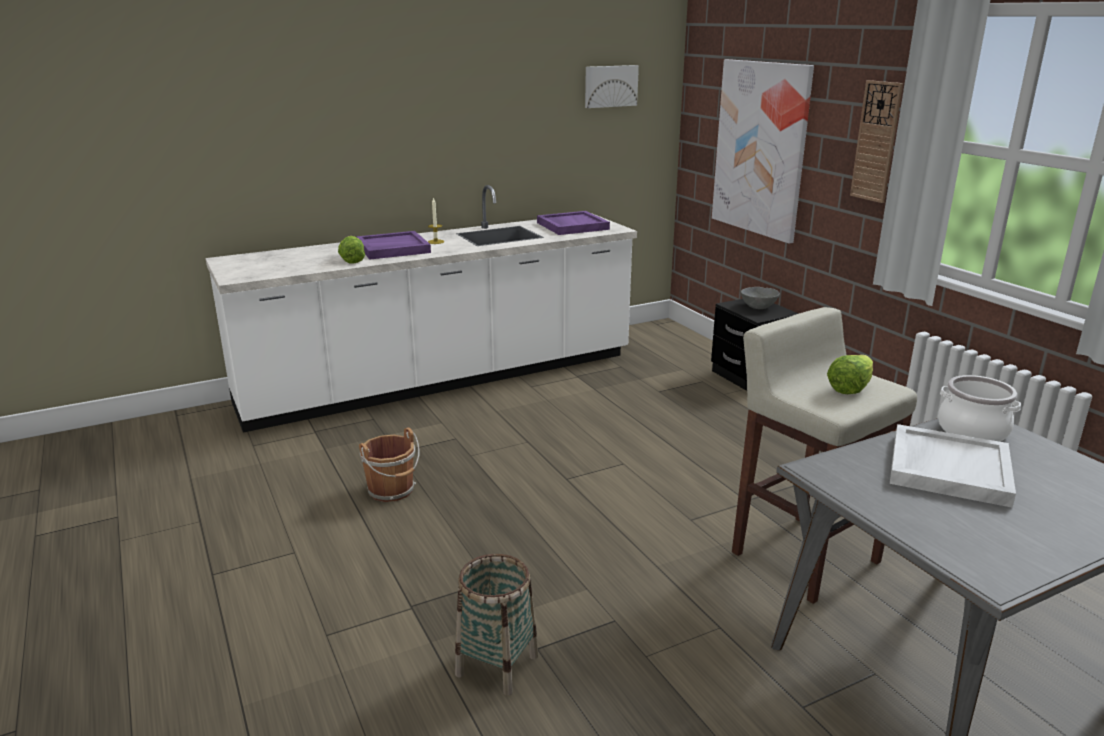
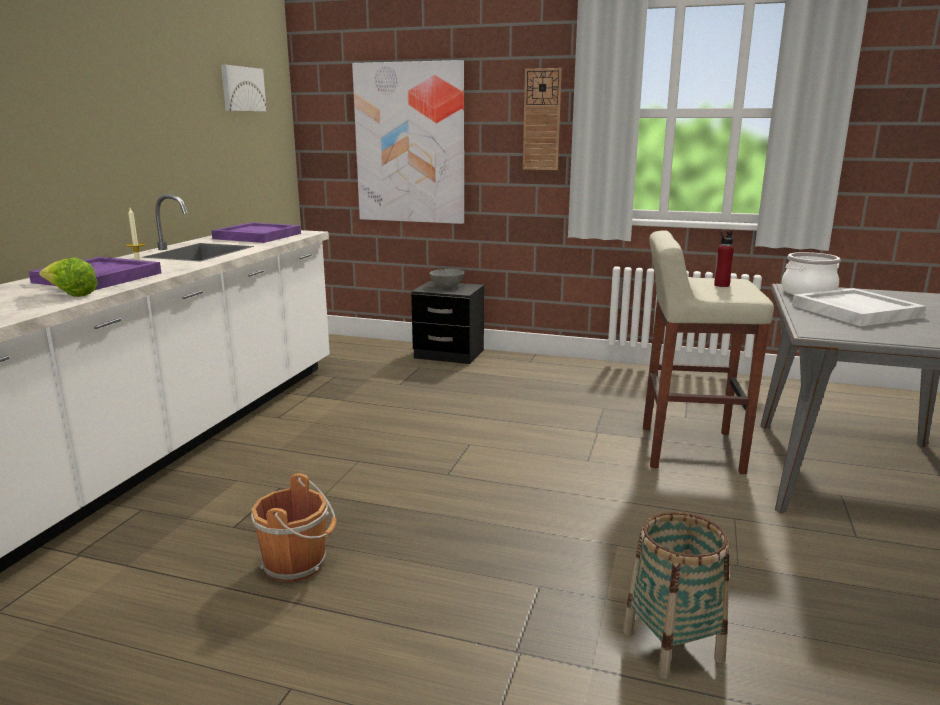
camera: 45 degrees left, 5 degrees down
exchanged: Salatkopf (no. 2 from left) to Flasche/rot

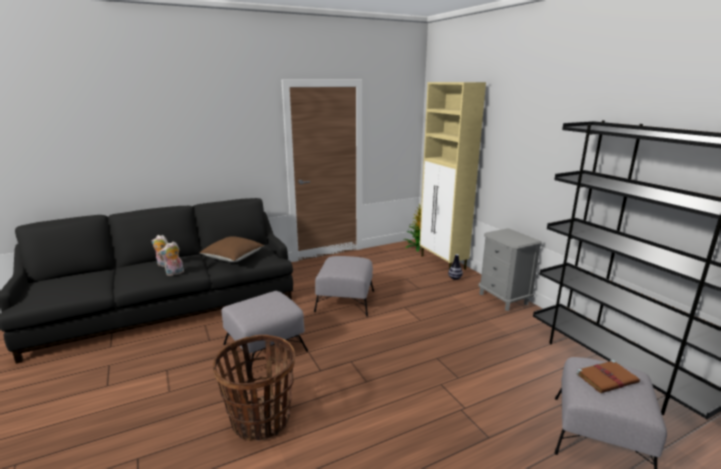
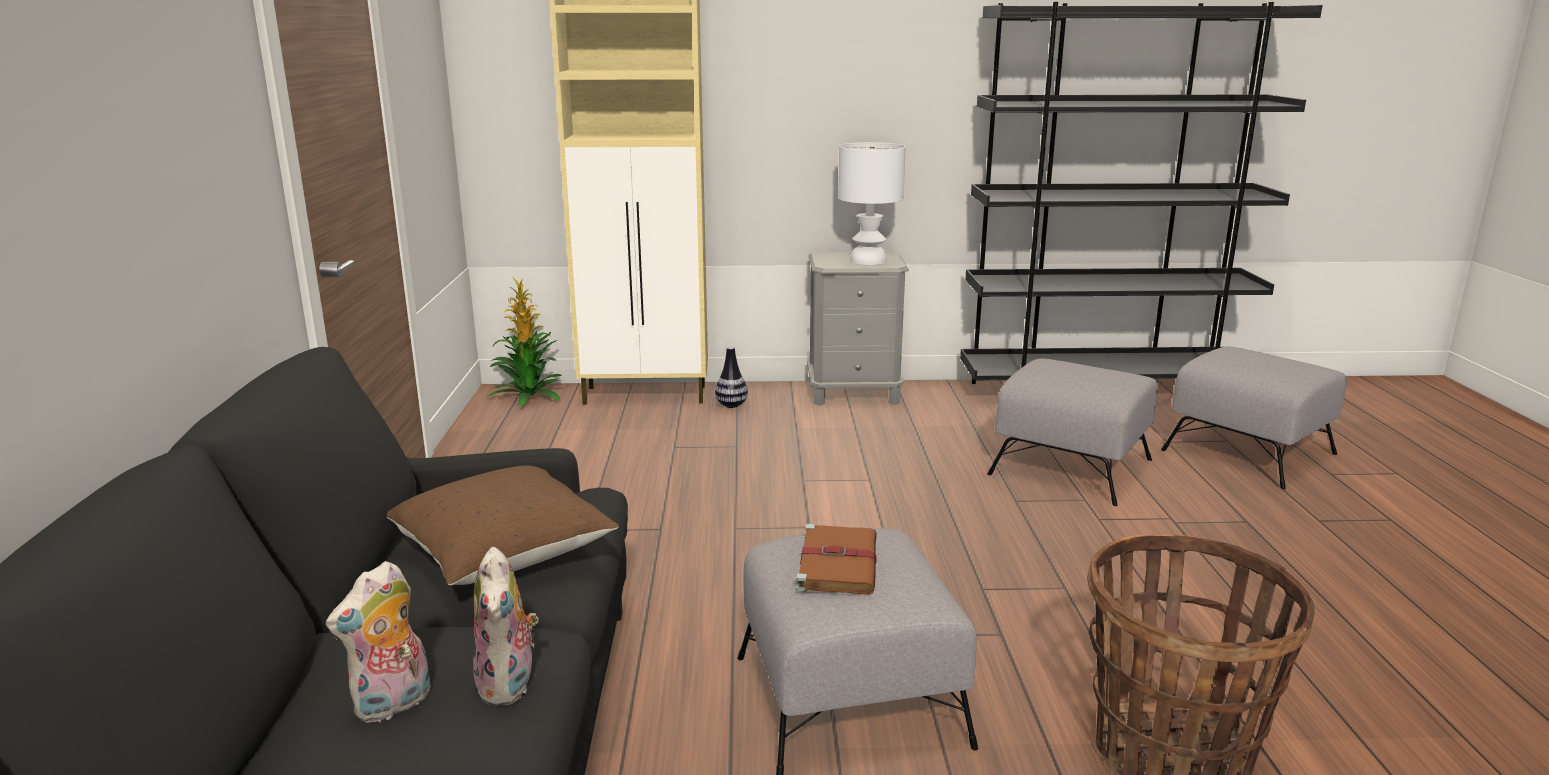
camera: 65 degrees left, 0 degrees up
appeared: Tischlampe/weiß
relocated: Buch/braun; Polsterhocker/grau (no. 2 from left)

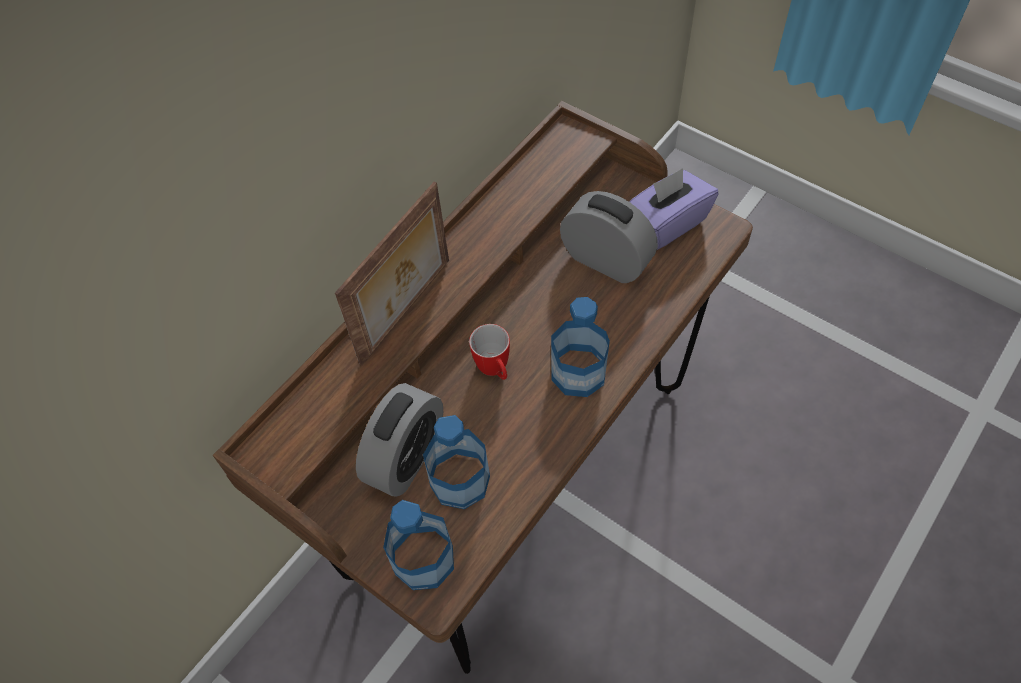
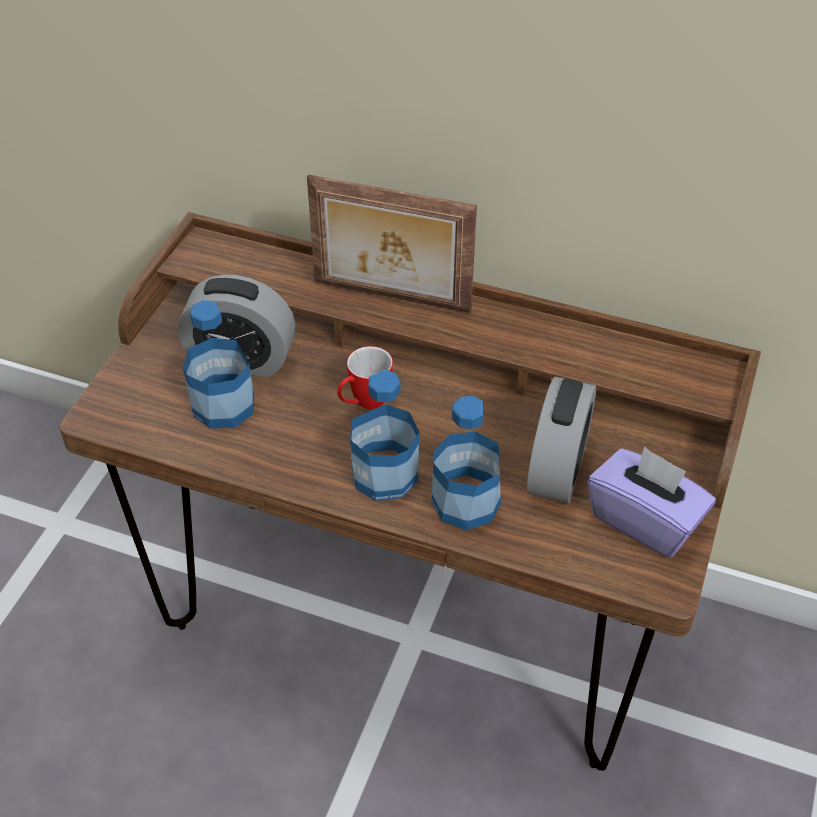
camera: 70 degrees right, 10 degrees down
relocated: Flasche (no. 1 from left in the first image) to Flasche (no. 3 from left)

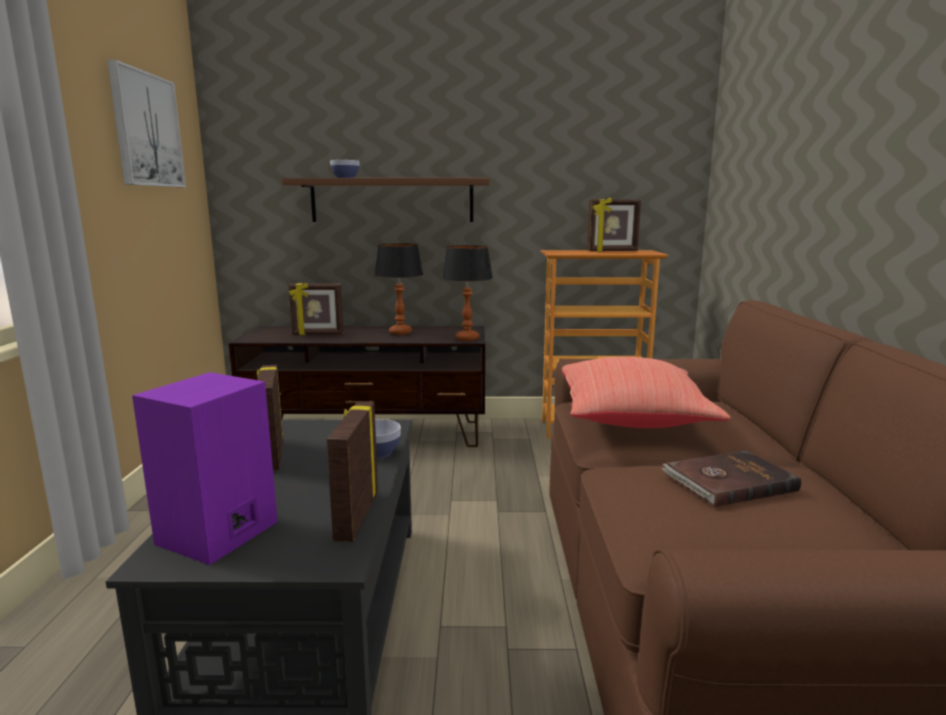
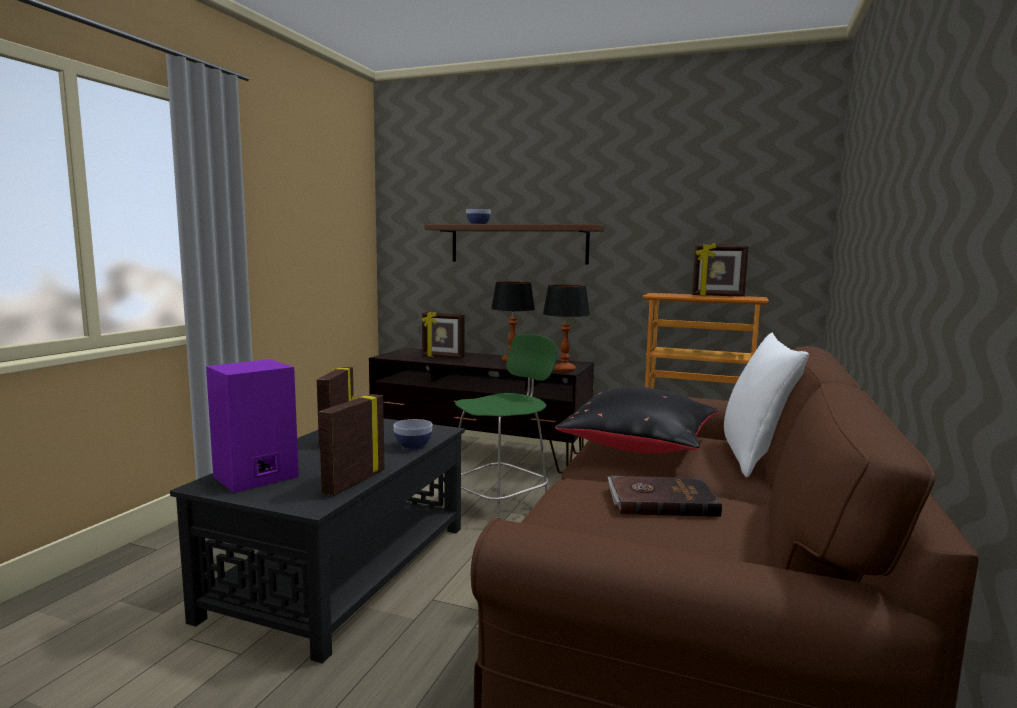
camera: 20 degrees right, 5 degrees down
missing: Bild
appeared: Hocker/grün; Kissen/weiß
colour: Kissen/rot to Kissen/schwarz

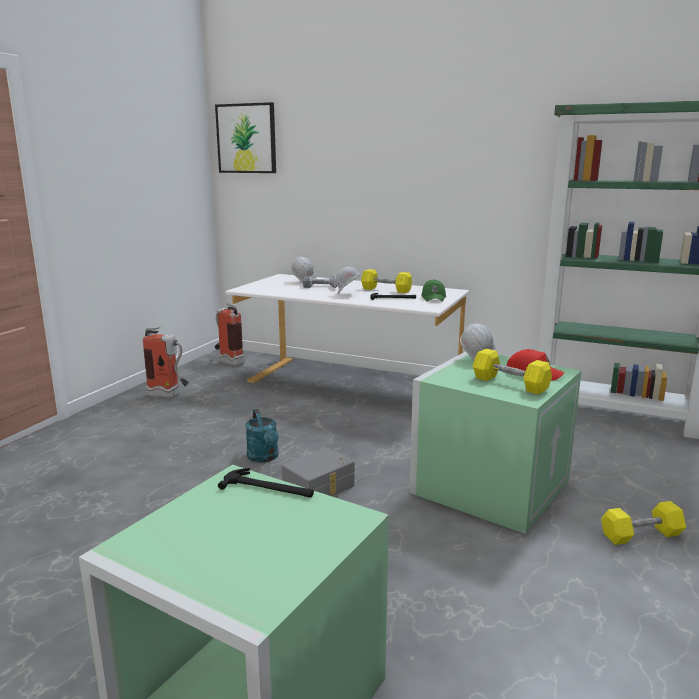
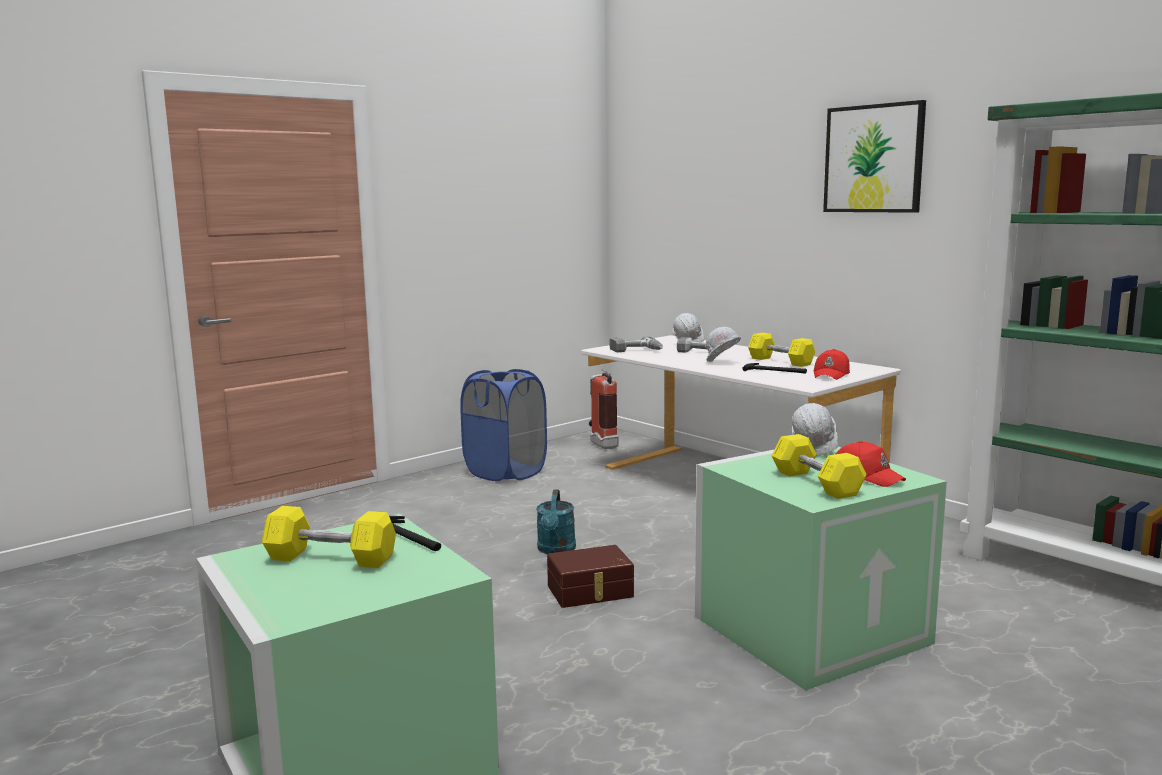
camera: 25 degrees right, 5 degrees down
appeared: Bohrmaschine (no. 1 from left)
relocated: Hantel/gelb (no. 3 from left in the first image) to Hantel/gelb (no. 1 from left); Bild
exchanged: Feuerlöscher (no. 1 from left) to Wäschekorb/blau
colour: Aufbewahrungsbox/grau to Aufbewahrungsbox/braun; Kappe/grün to Kappe/rot (no. 1 from left)

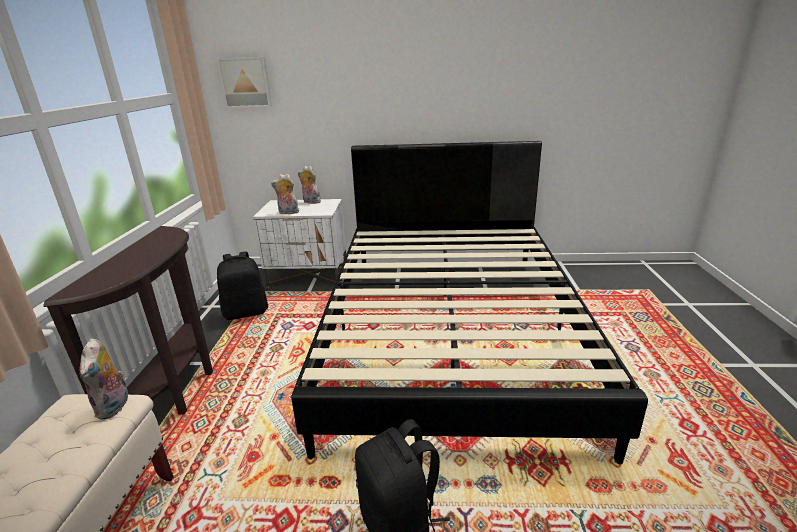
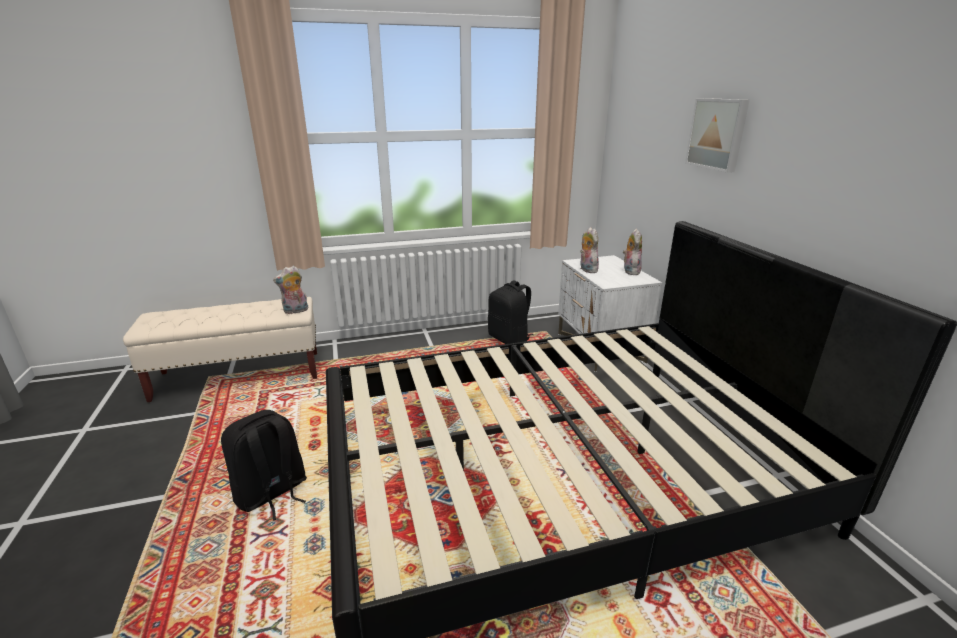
camera: 70 degrees right, 0 degrees up
missing: Konsolentisch/braun
relocated: Bild

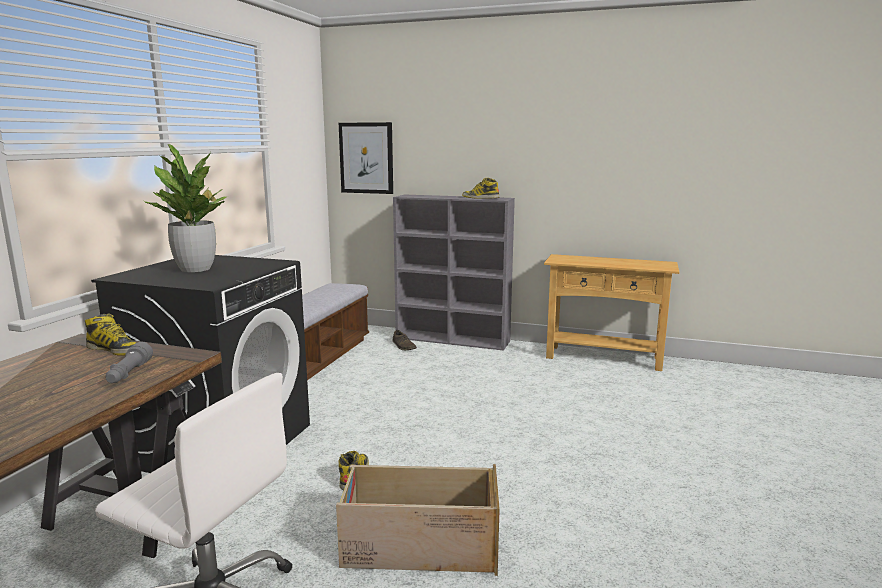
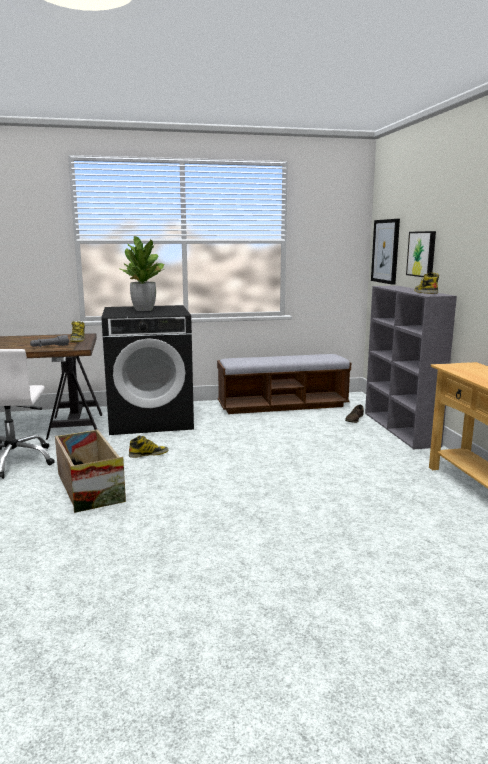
camera: 60 degrees right, 0 degrees up
appeared: Bild (no. 2 from left)

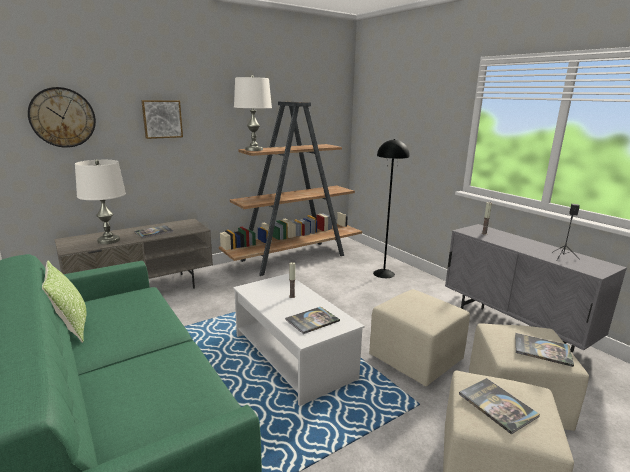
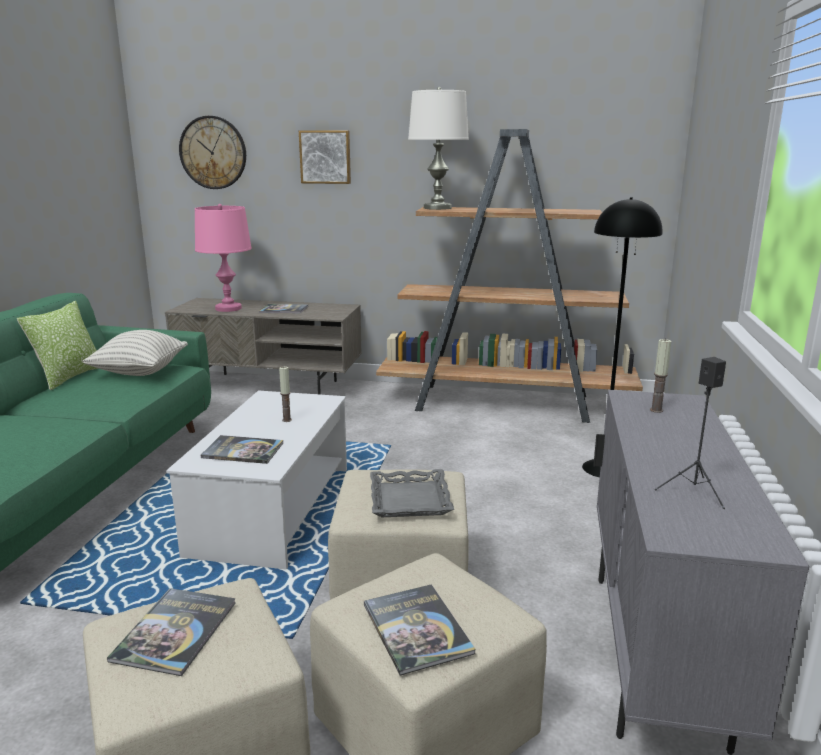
camera: 45 degrees right, 0 degrees up
appeared: Kissen (no. 2 from left); Tablett/grau
colour: Tischlampe/weiß (no. 1 from left) to Tischlampe/rosa

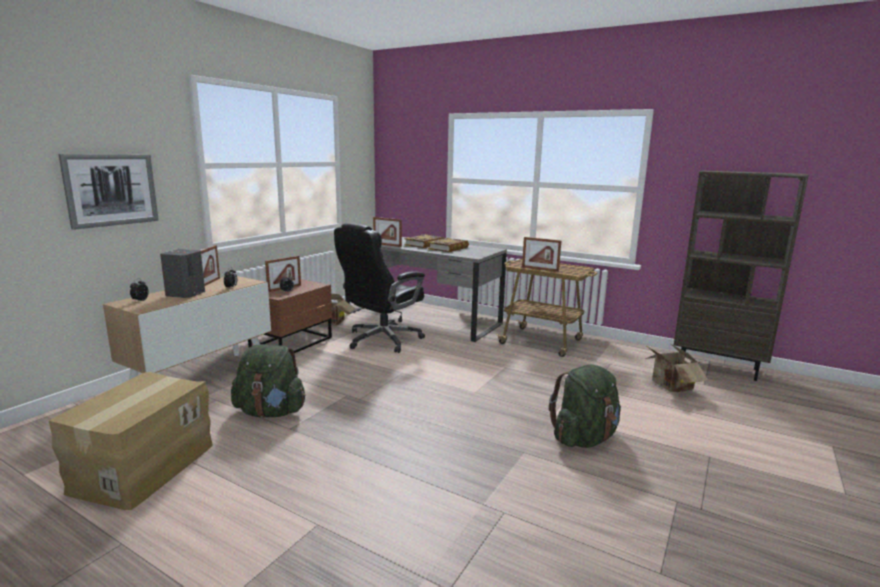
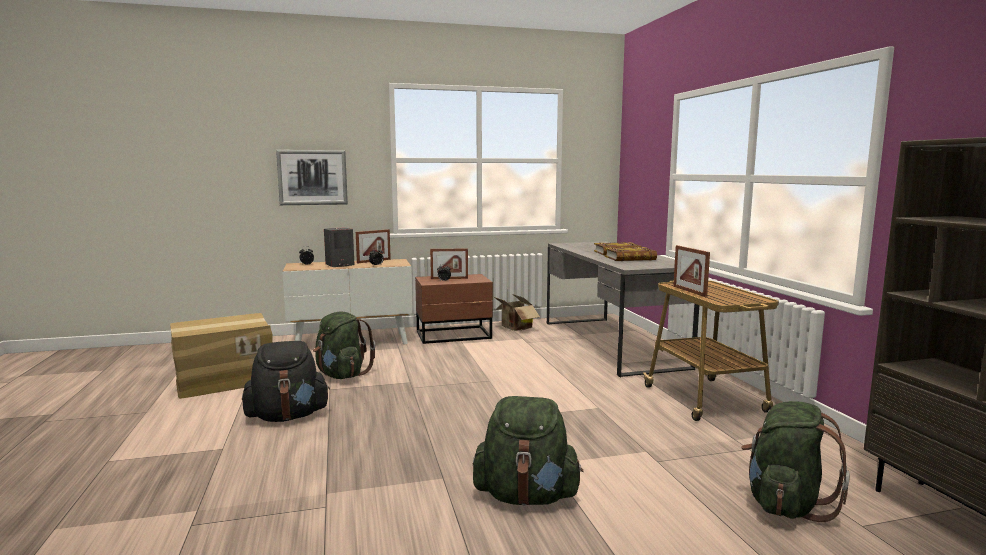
camera: 45 degrees right, 5 degrees down
missing: Bürostuhl/schwarz; Bilderrahmen (no. 3 from left)
appeared: Rucksack/schwarz
exchanged: Karton (no. 3 from left) to Rucksack/grün (no. 3 from left)

